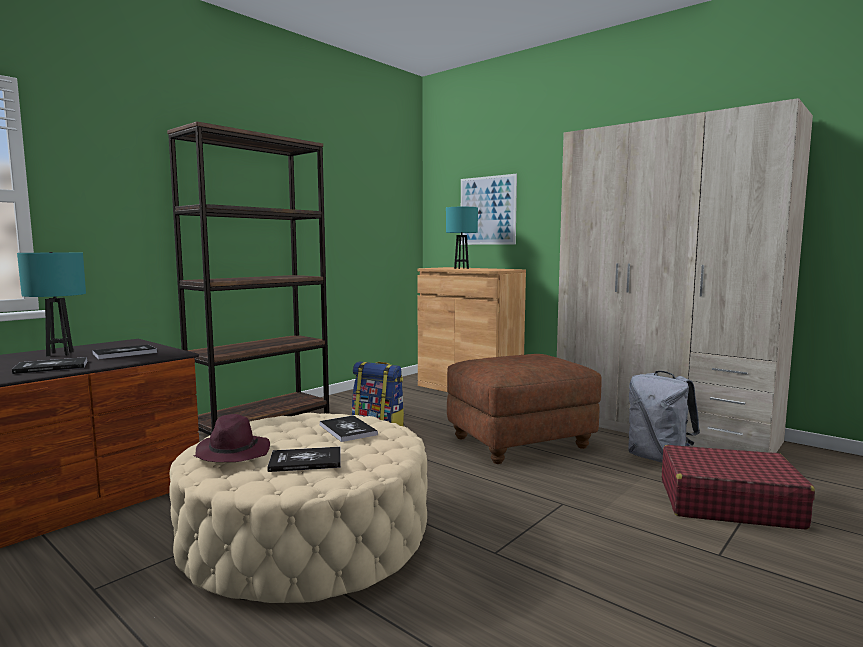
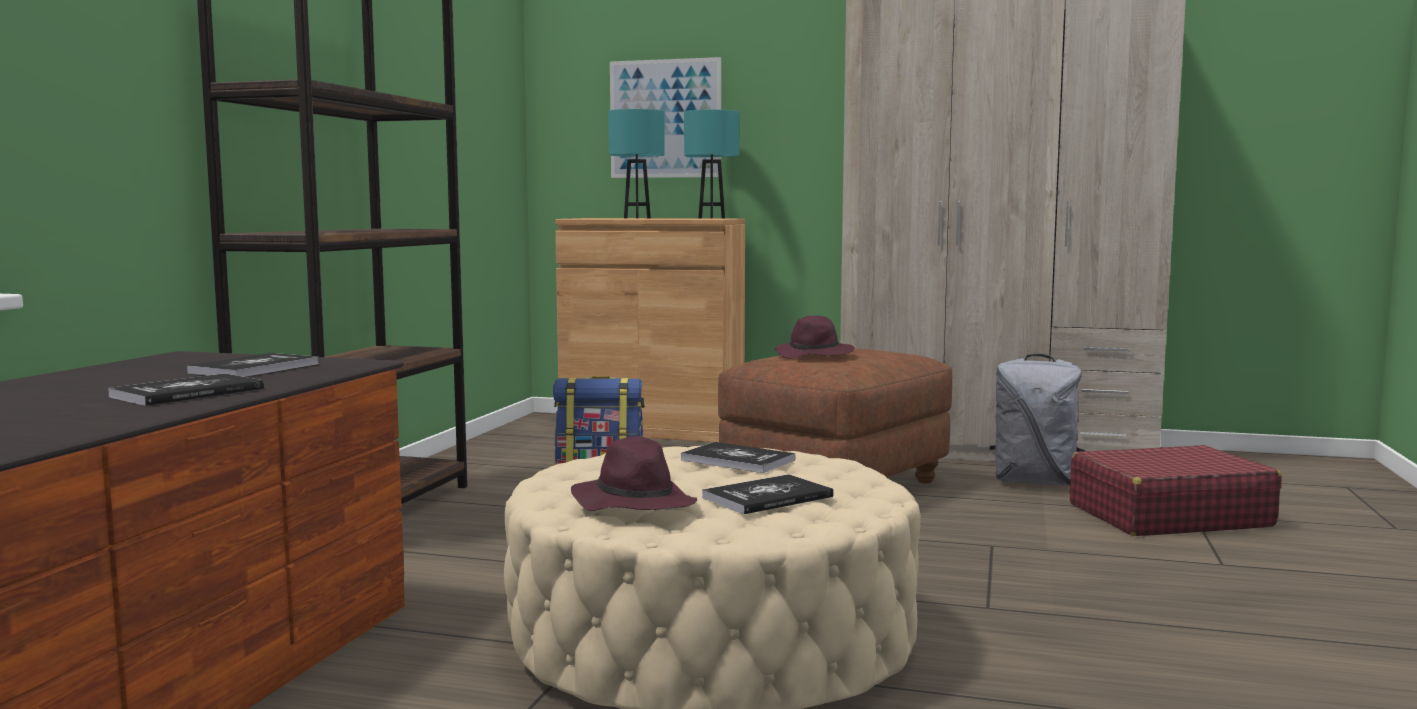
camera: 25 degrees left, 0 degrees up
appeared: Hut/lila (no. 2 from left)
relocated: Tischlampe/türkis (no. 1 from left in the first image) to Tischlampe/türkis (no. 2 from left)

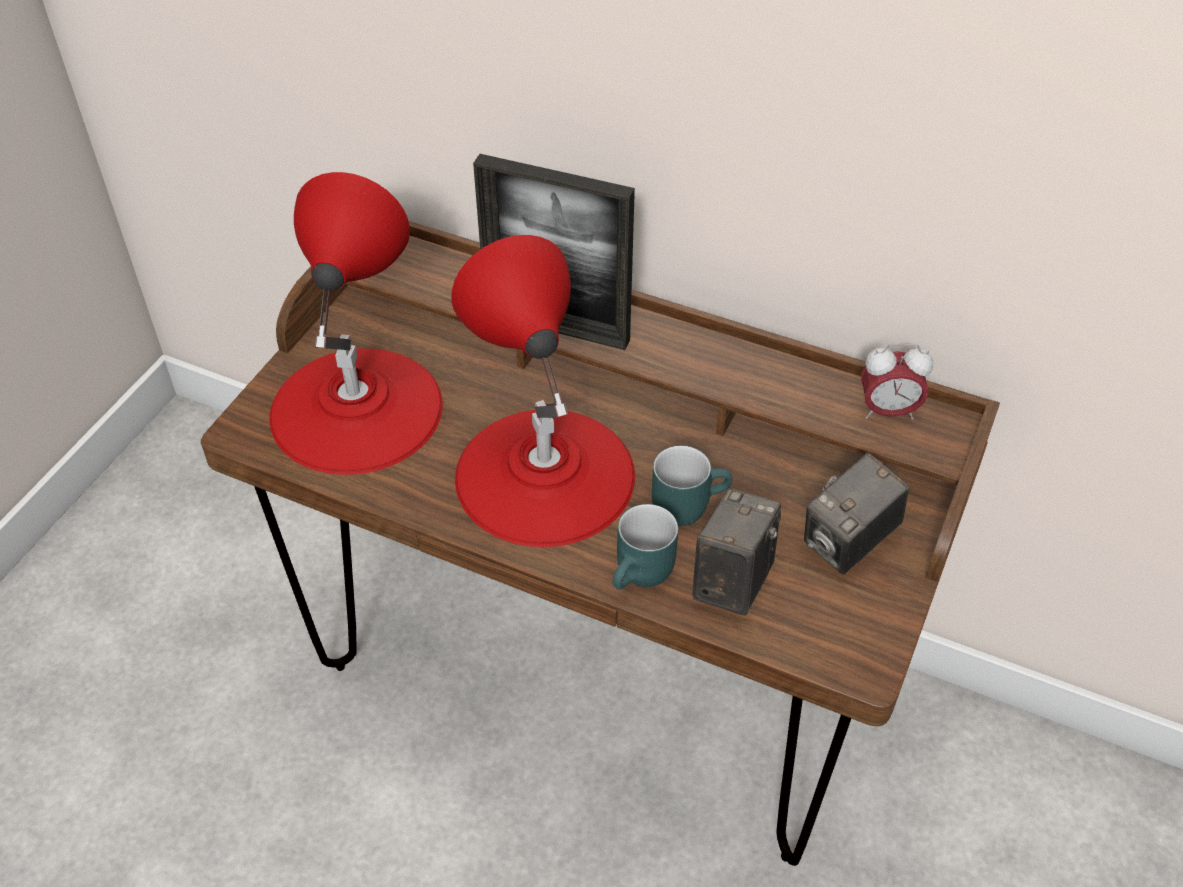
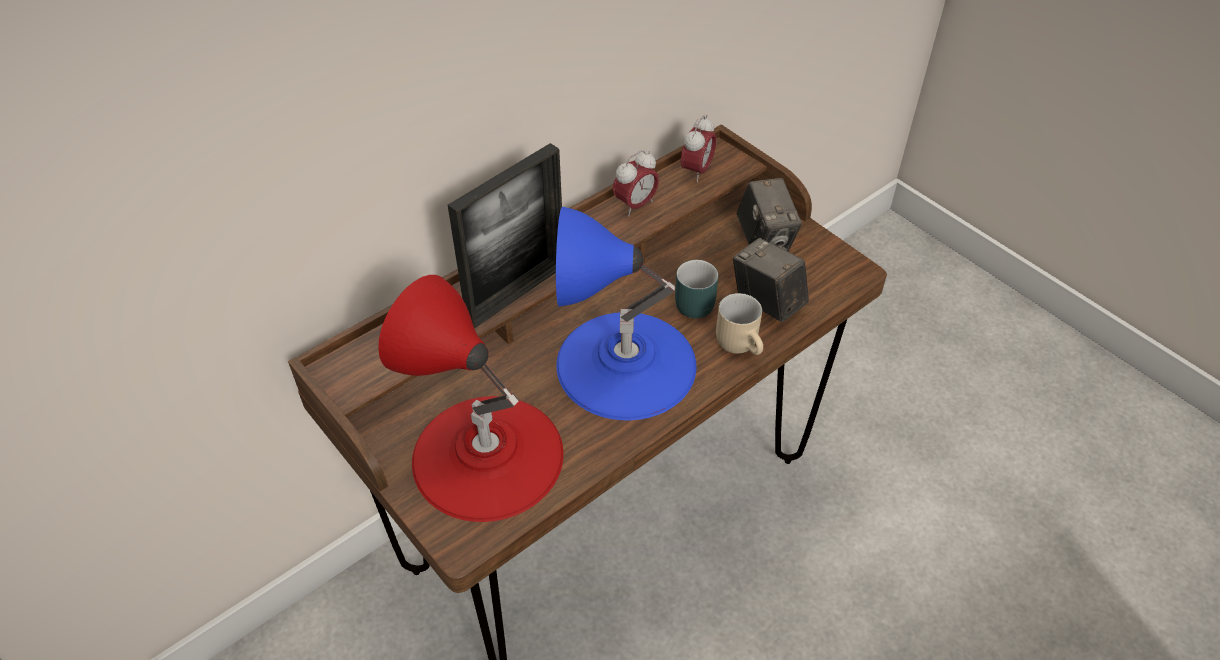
camera: 65 degrees left, 0 degrees up
appeared: Wecker (no. 1 from left)
colour: Tischlampe/rot (no. 2 from left) to Tischlampe/blau; Henkelbecher/türkis (no. 1 from left) to Henkelbecher/beige

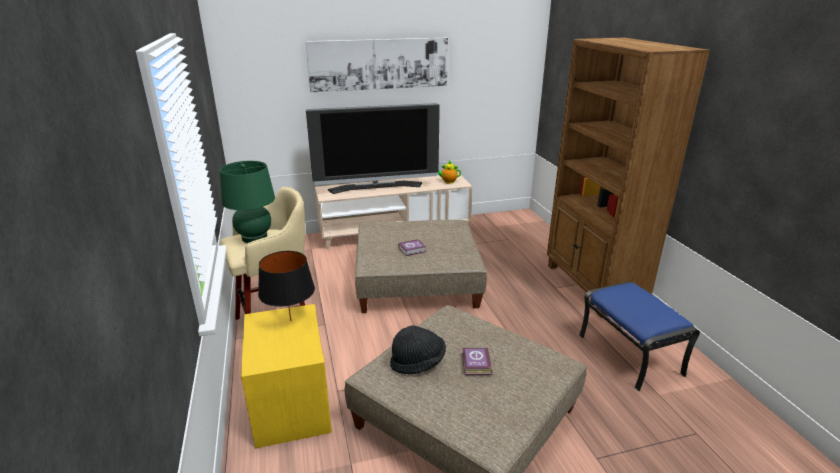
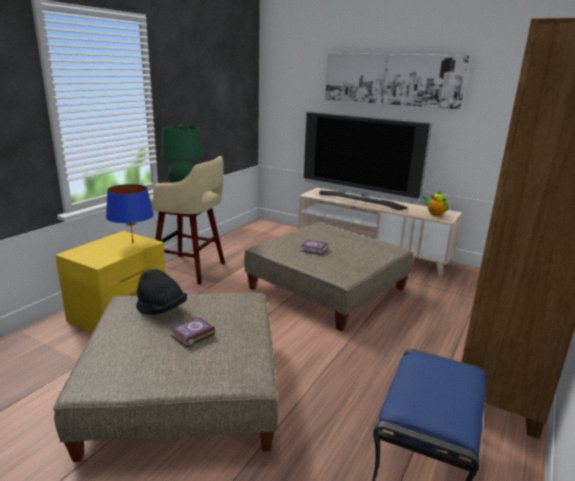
camera: 45 degrees right, 5 degrees down
colour: Tischlampe/schwarz to Tischlampe/blau

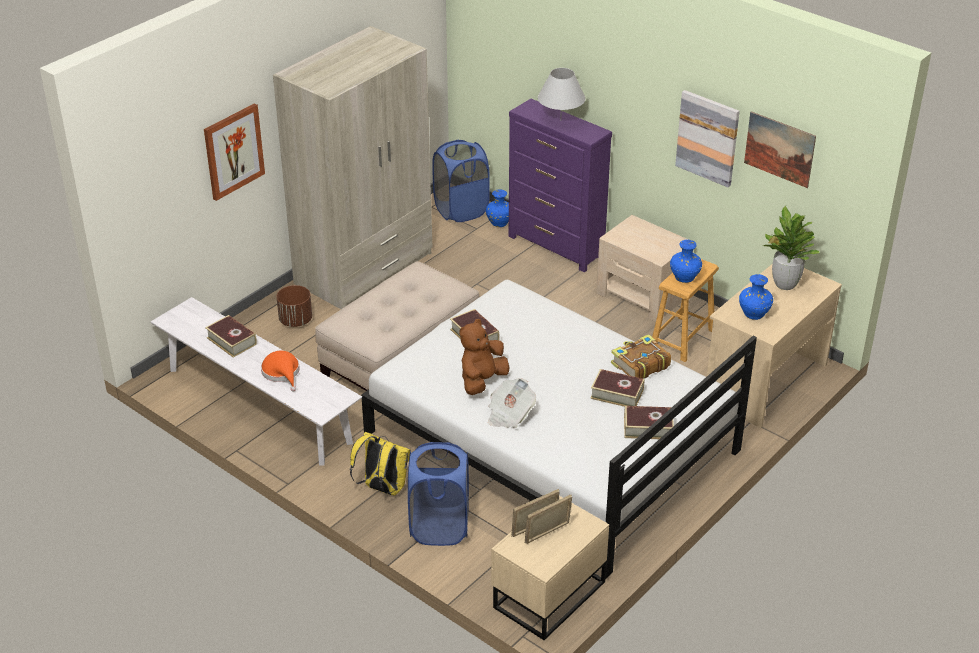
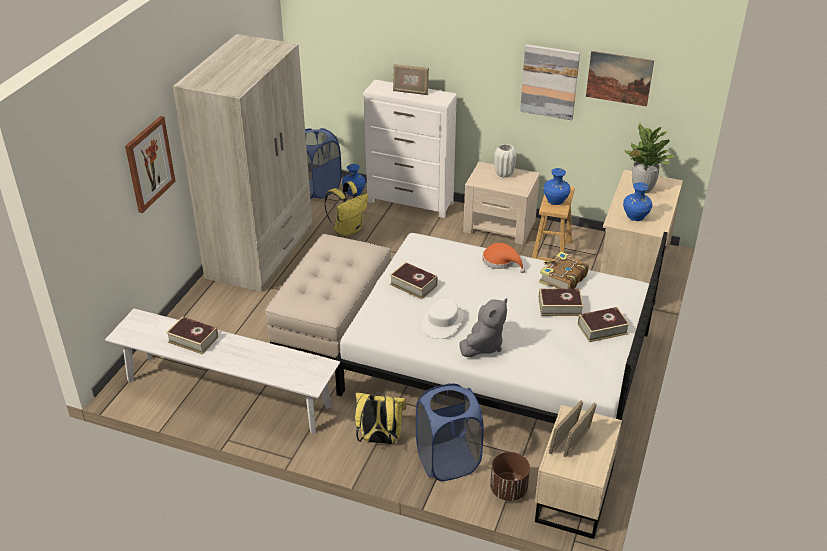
camera: 20 degrees left, 0 degrees up
appeared: Rucksack/gelb (no. 1 from left); Vase/weiß
relocated: Hut/orange; Pflanzkübel/braun
exchanged: Tischlampe/weiß to Bilderrahmen (no. 1 from left); Plüschtier/braun to Hut/weiß; Zeitung to Plüschtier/grau
colour: Kommode/lila to Kommode/weiß

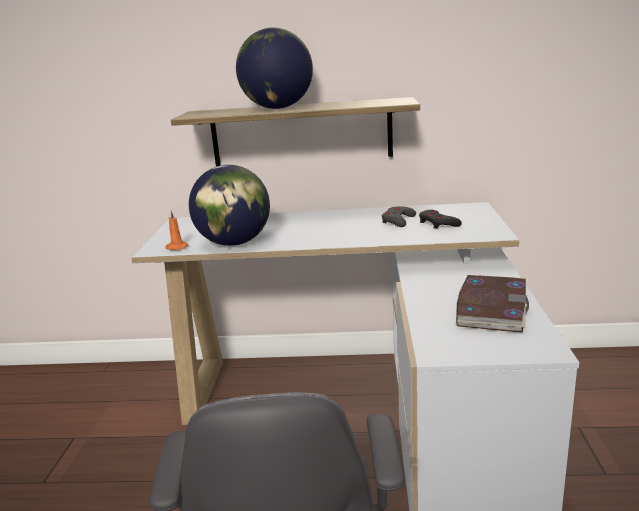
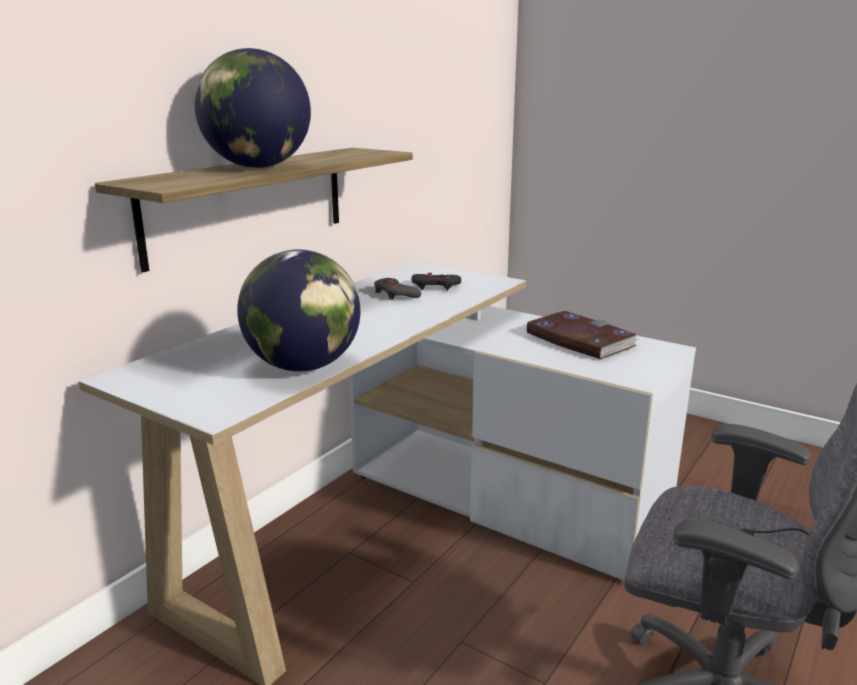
camera: 60 degrees left, 0 degrees up
missing: Kerze/orange

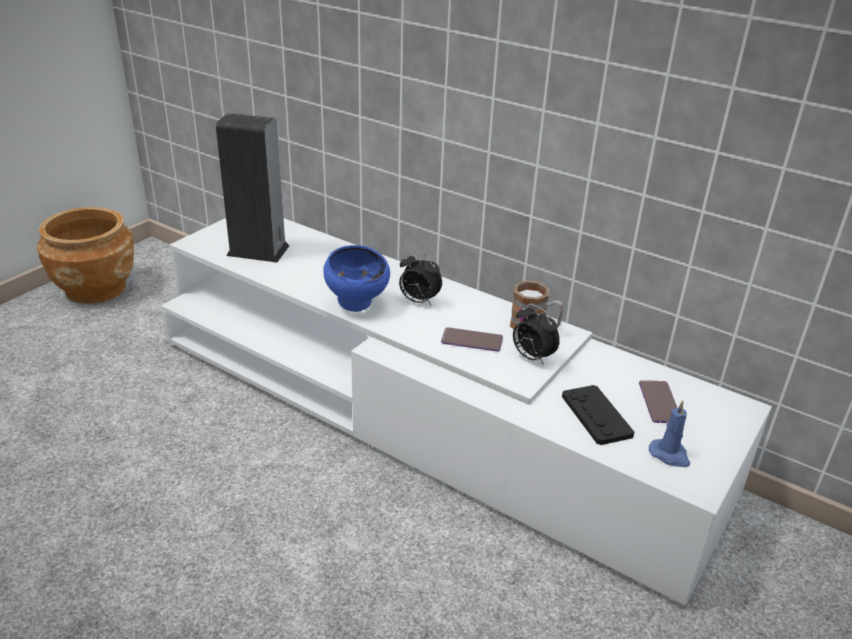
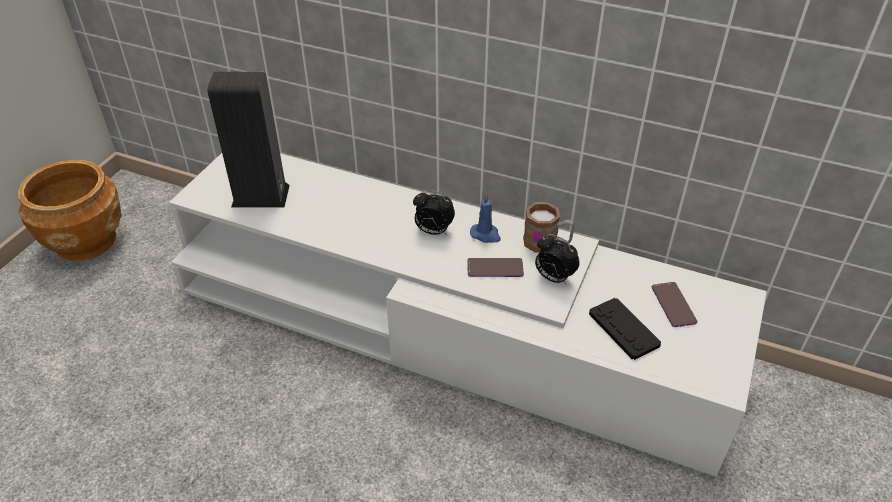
camera: 10 degrees left, 10 degrees up
missing: Schüssel/blau
relocated: Kerze/blau

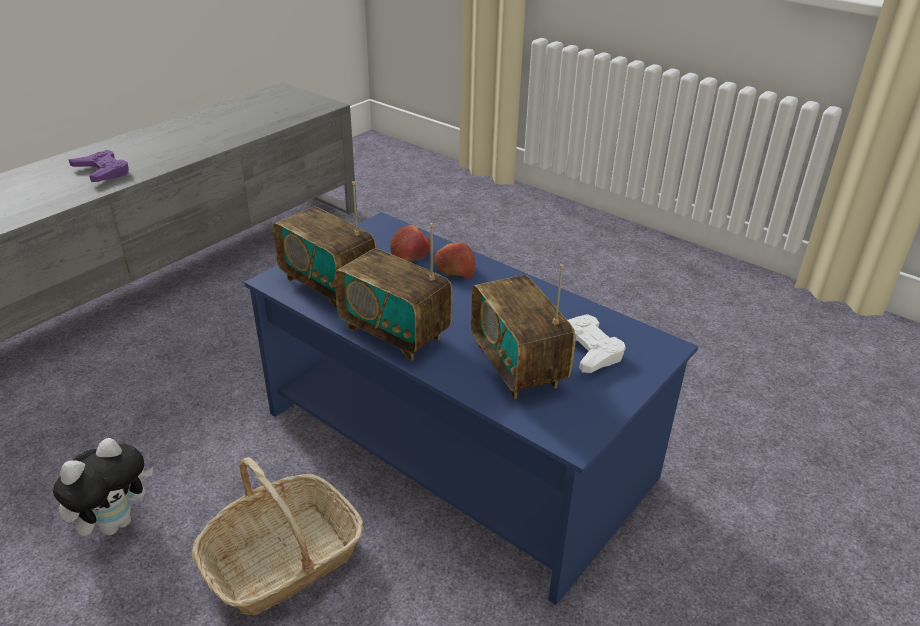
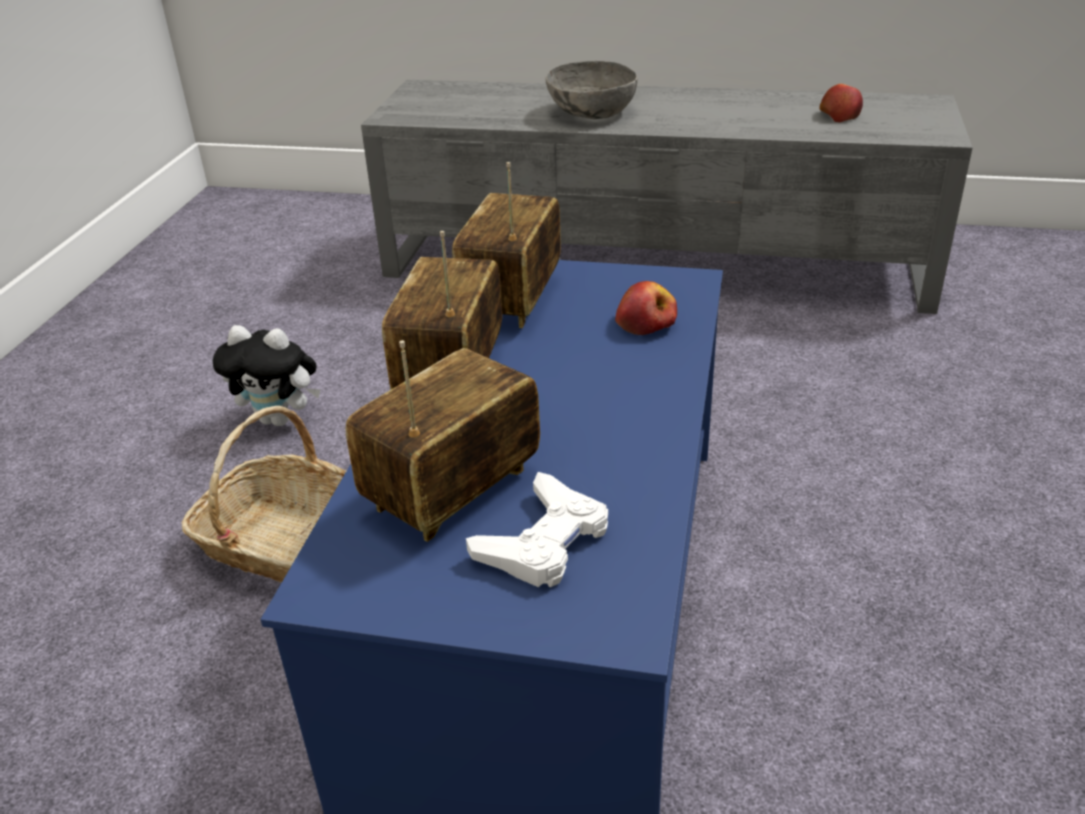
camera: 65 degrees right, 0 degrees up
relocated: Apfel (no. 2 from left)
exchanged: Gamepad/lila to Schüssel/grau

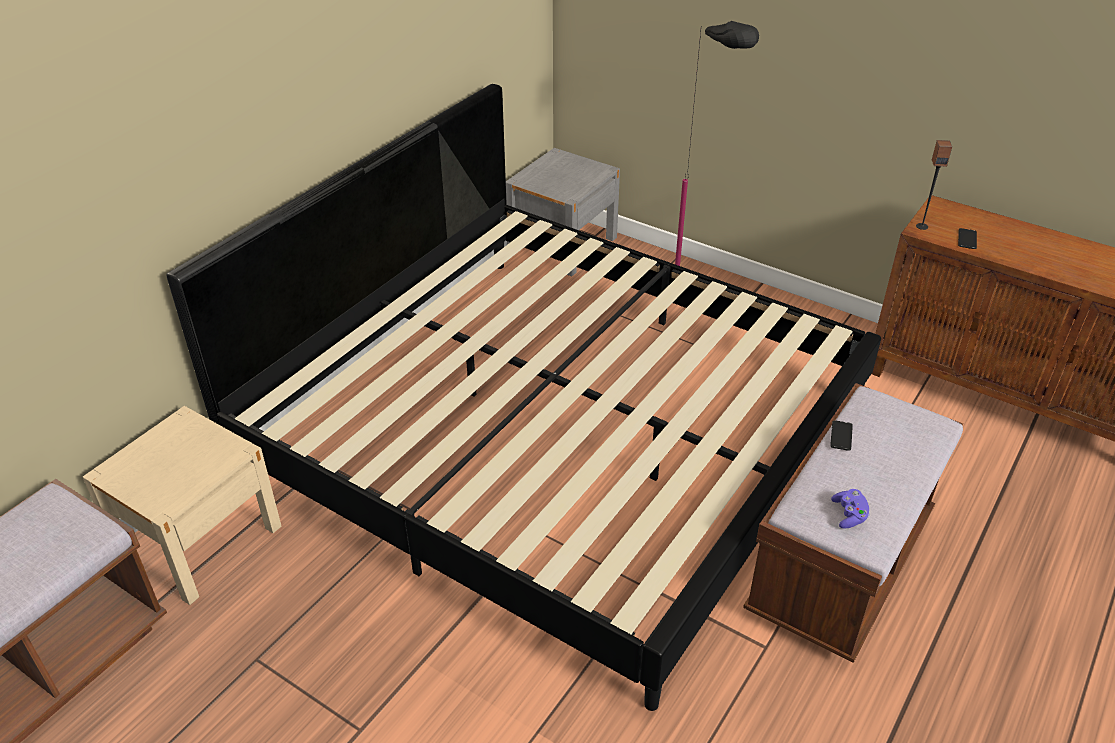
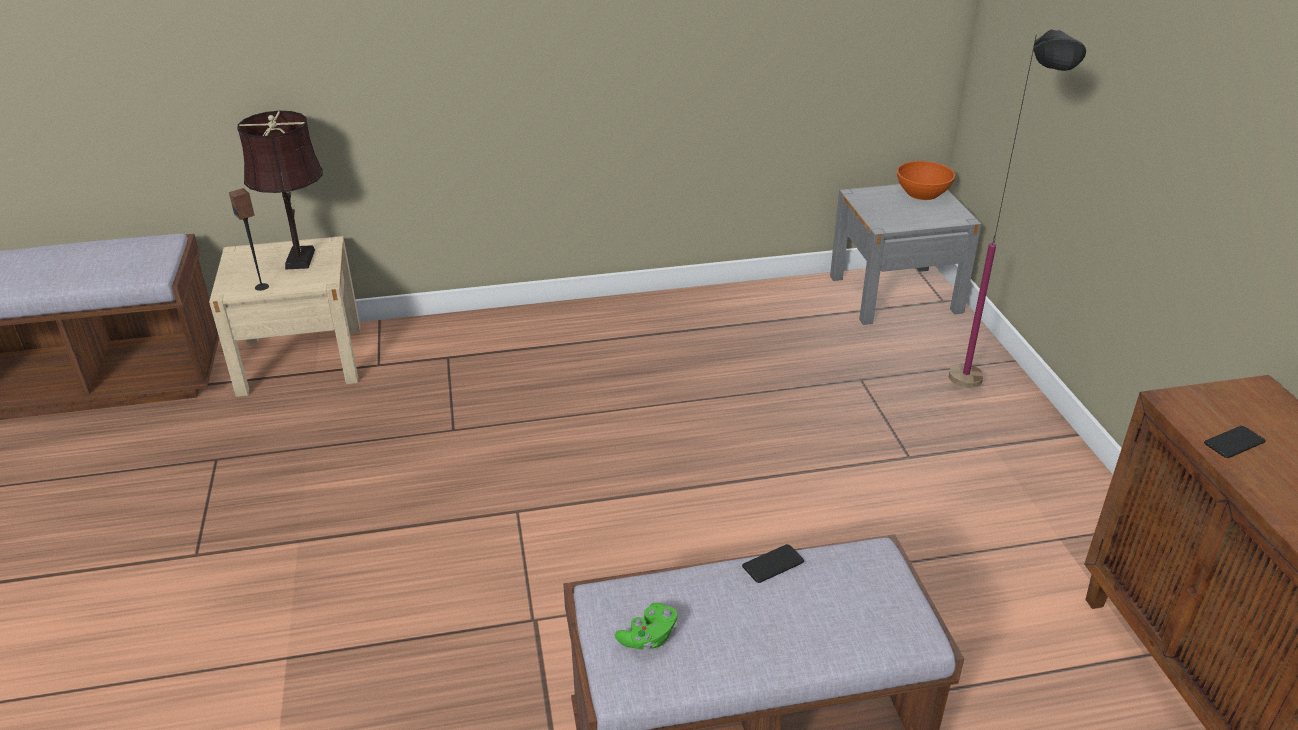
camera: 45 degrees right, 5 degrees down
missing: Bett
appeared: Tischlampe/braun; Schüssel/orange
relocated: Lautsprecher
colour: Gamepad/lila to Gamepad/grün

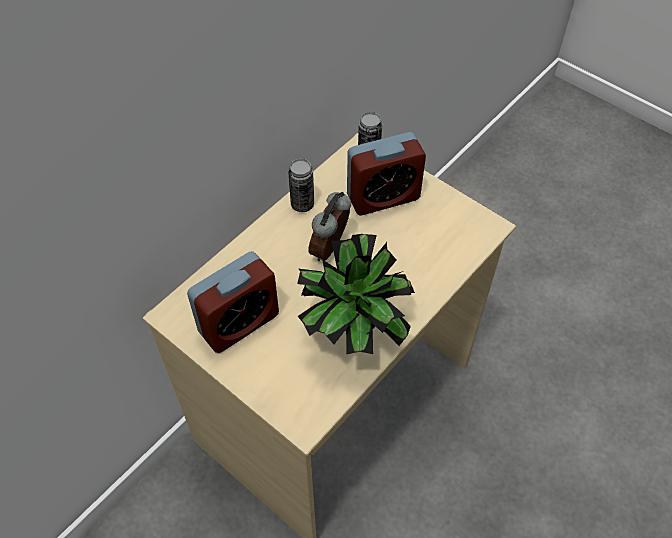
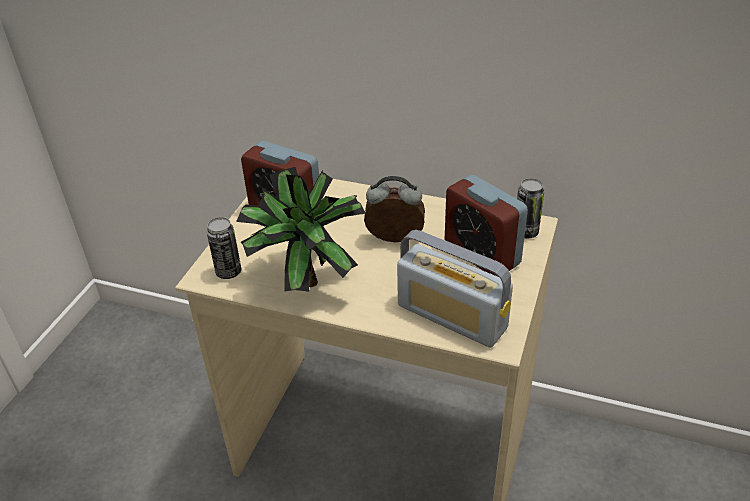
camera: 70 degrees right, 15 degrees down
appeared: Radio
relocated: Dose (no. 1 from left)

